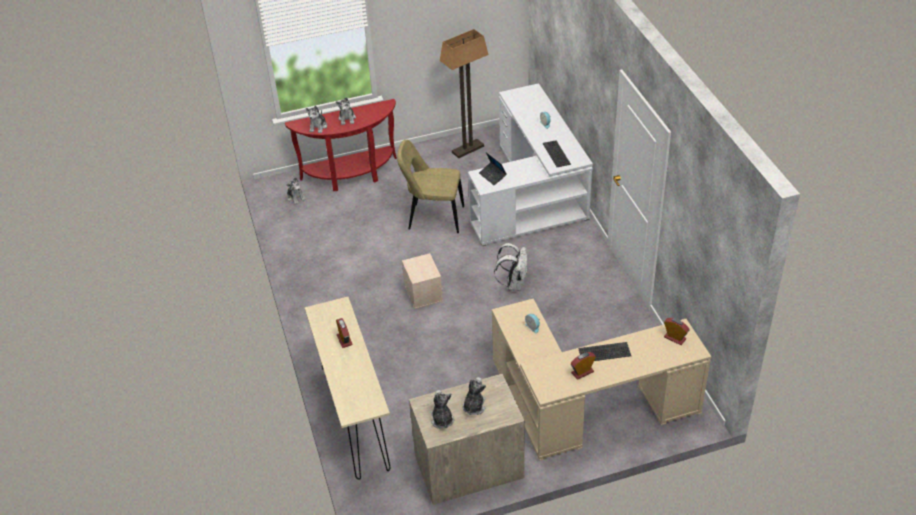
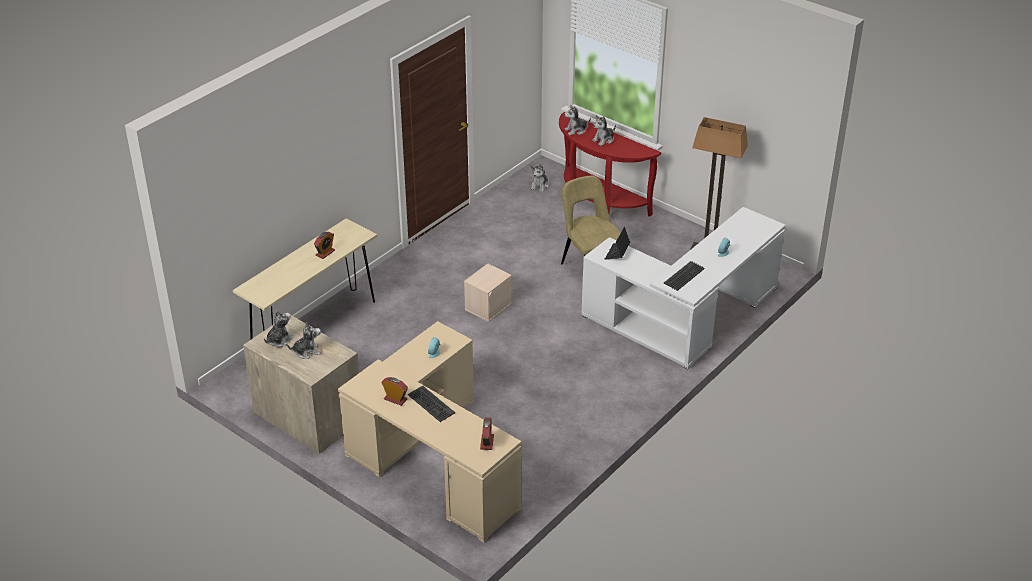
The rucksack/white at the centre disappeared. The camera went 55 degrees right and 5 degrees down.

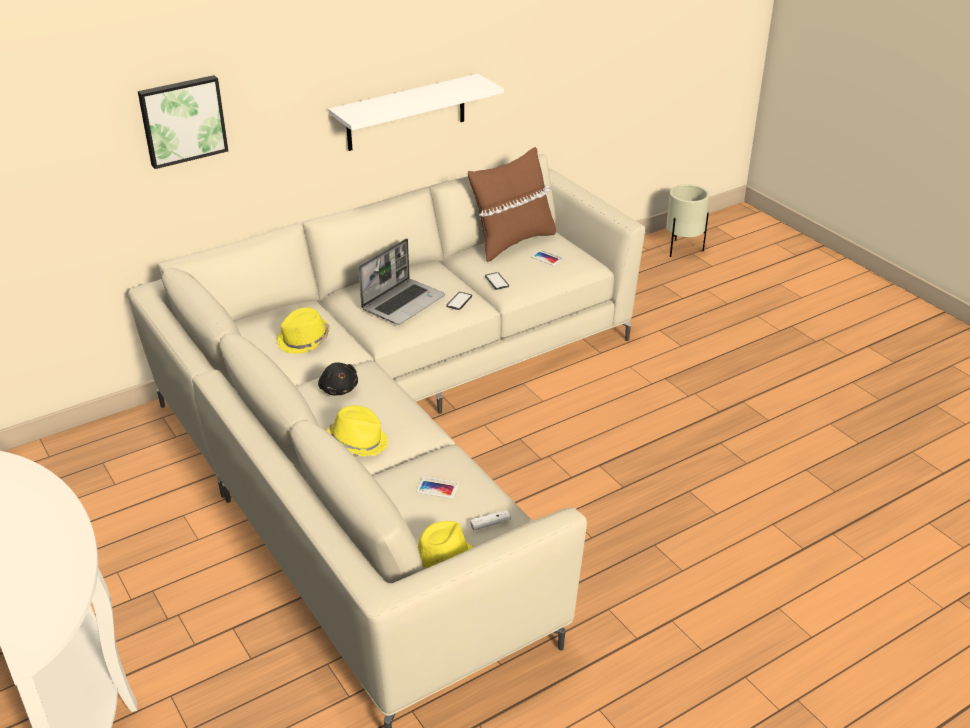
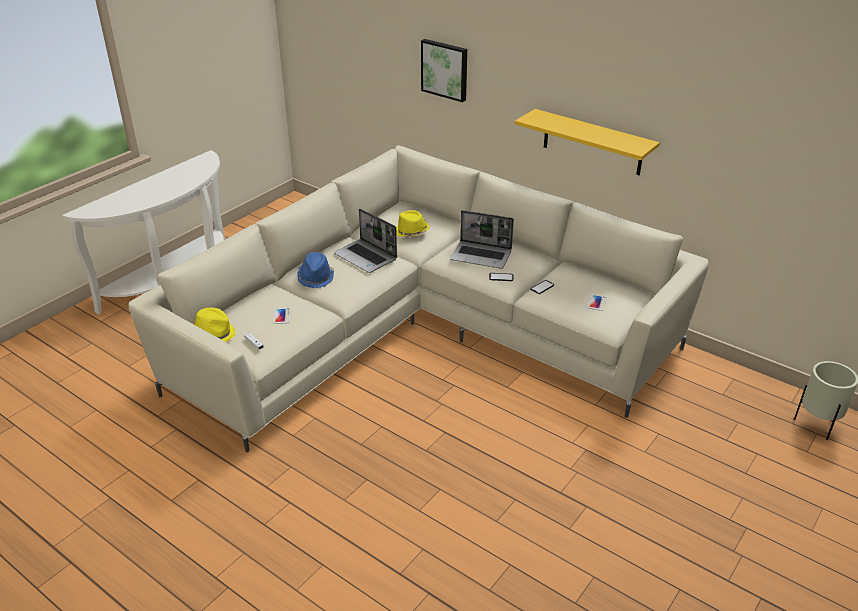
The cushion/brown-coloured at the top centre disappeared. The cuddly toy/black-coloured at the centre was replaced by the notebook computer (1st from left) at the centre. The hat/yellow-coloured (2nd from left) at the centre became the hat/blue-coloured at the centre. The bracket shelf/white at the top centre became the bracket shelf/yellow-coloured at the top right. The camera went 70 degrees right and 0 degrees up.

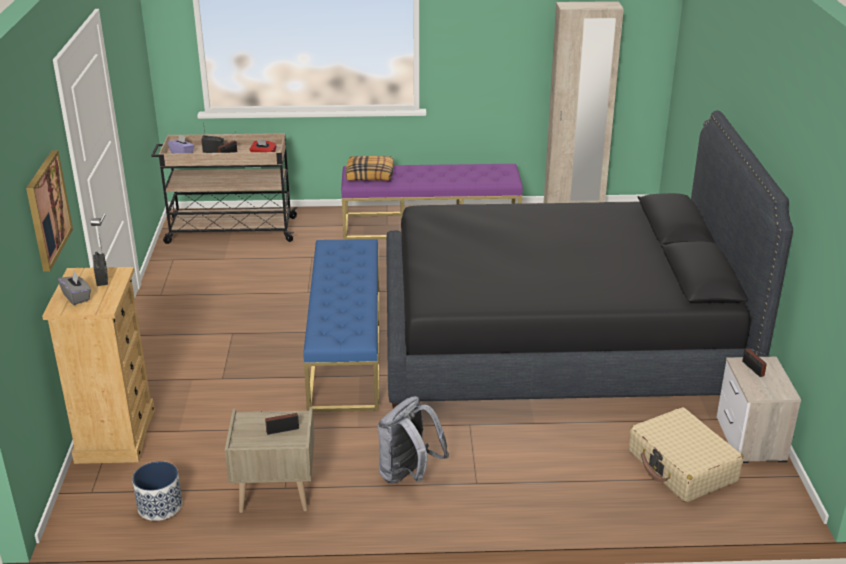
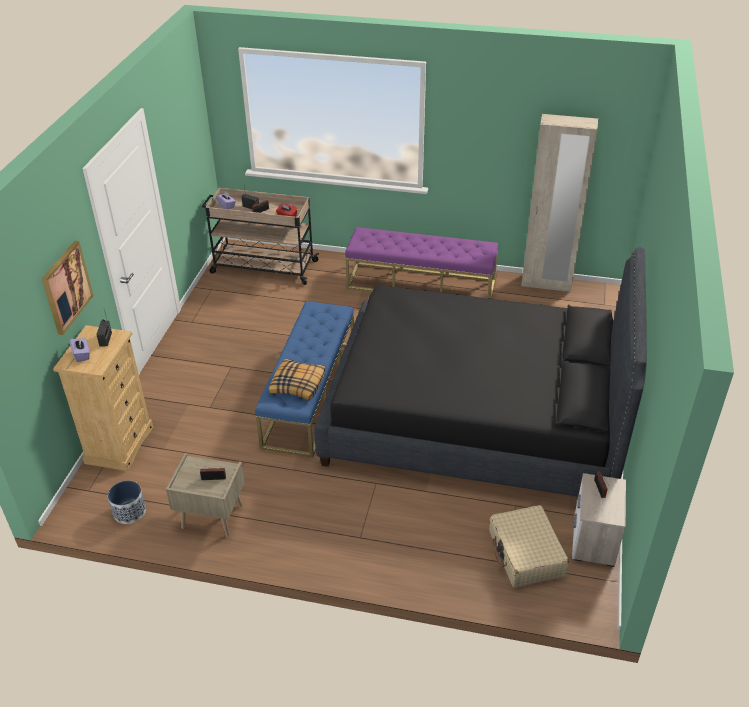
The rucksack/grey at the bottom centre disappeared. The cushion moved from the top centre to the centre. The tissue box/grey at the middle left became the tissue box/purplish (1st from left) at the middle left. The camera went 15 degrees right and 10 degrees up.

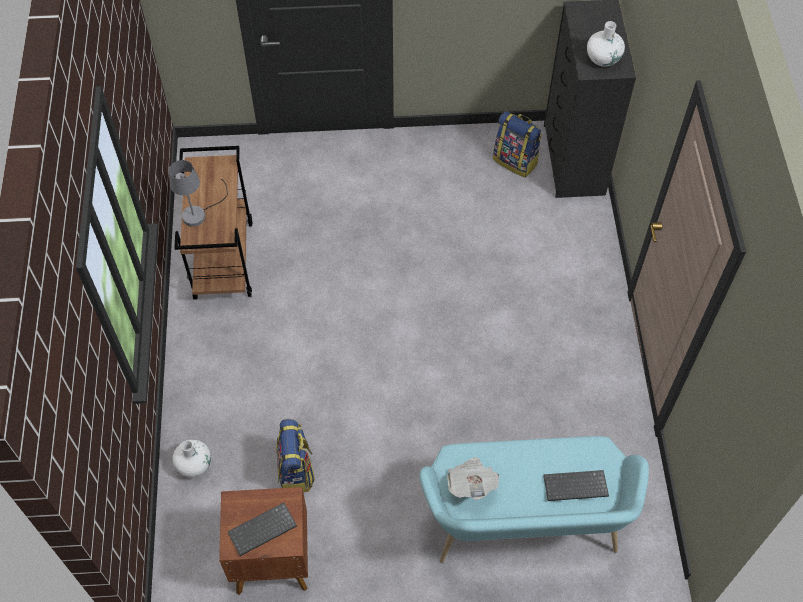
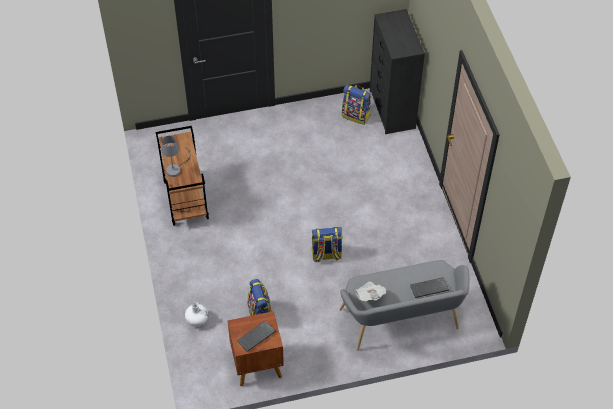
The decorative vase/white (2nd from left) at the top right disappeared. The rucksack (2nd from left) at the centre appeared. The indoor bench/turquoise-coloured at the bottom centre became the indoor bench/grey at the bottom centre. The camera went 10 degrees left and 5 degrees down.

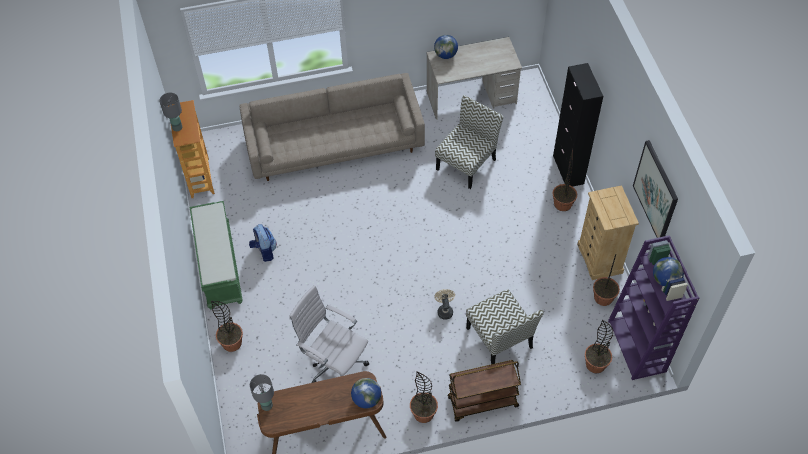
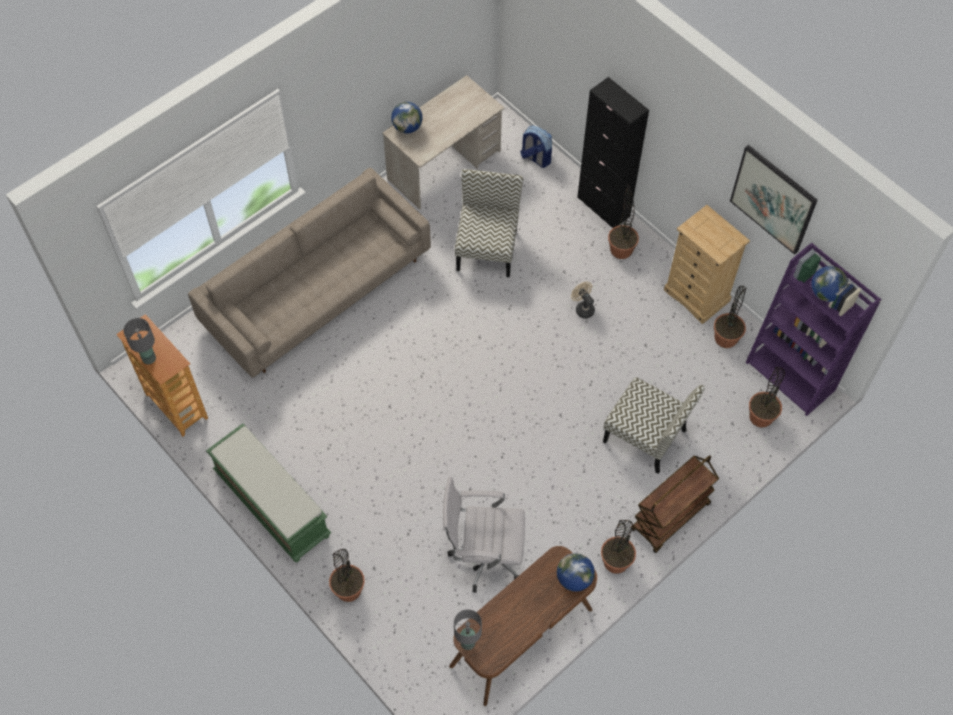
The rucksack moved from the middle left to the top centre. The fan/beige moved from the bottom centre to the centre. The camera went 30 degrees left and 5 degrees up.

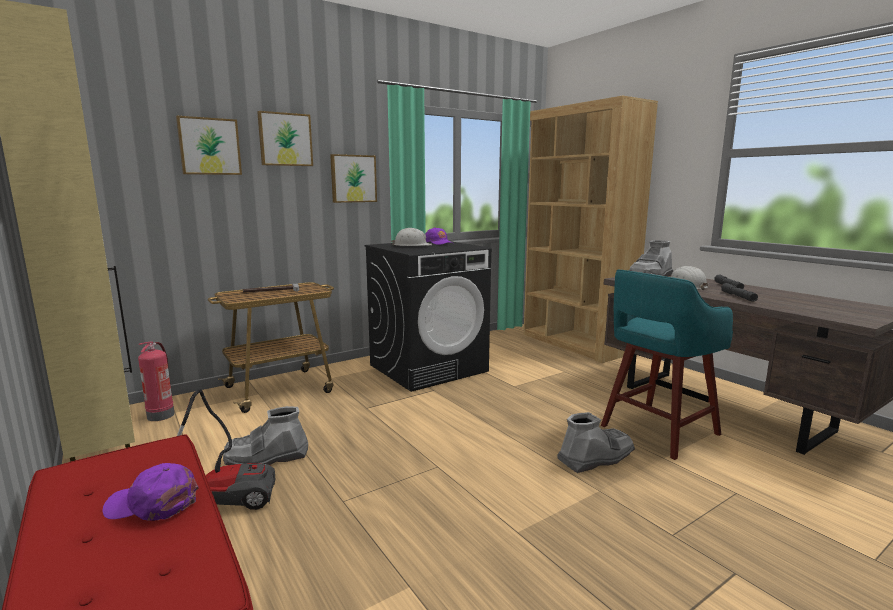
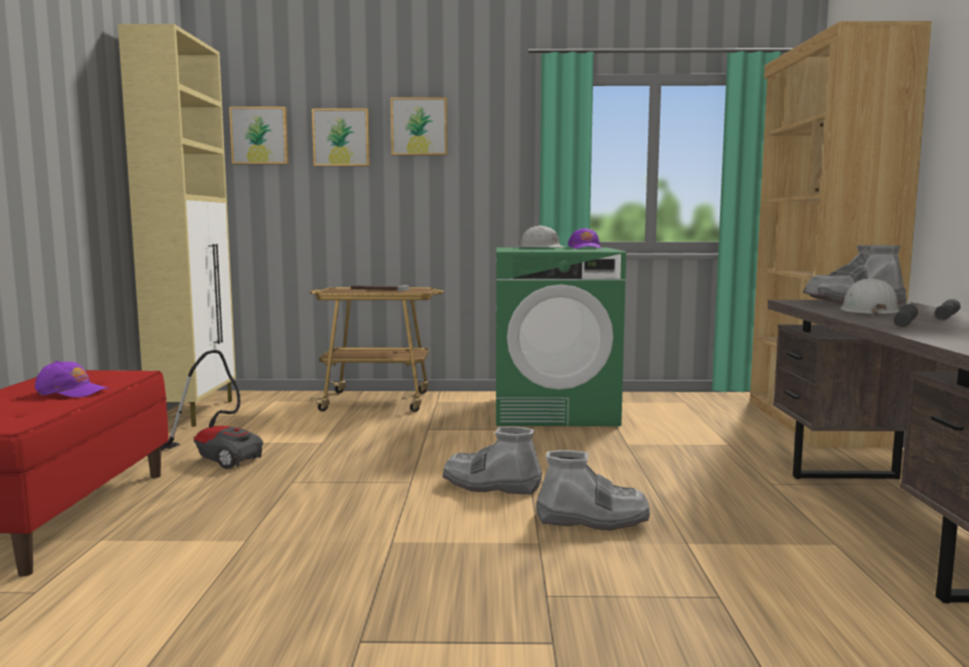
The fire-fighting cylinder at the middle left disappeared. The stool/turquoise-coloured at the middle right disappeared. The tall boot/grey (1st from left) moved from the bottom left to the bottom centre. The picture (3rd from left in the first image) moved from the top centre to the top left. The washing machine/black-coloured at the centre became the washing machine/green at the centre. The baseball cap/purplish (1st from left) at the bottom left turned 150 degrees clockwise. The camera went 35 degrees right and 5 degrees down.

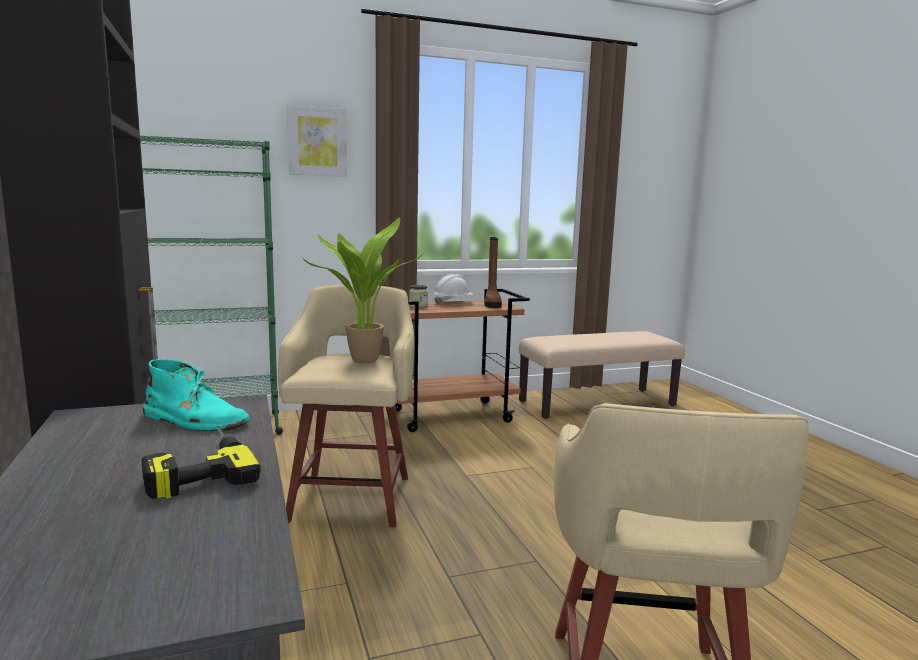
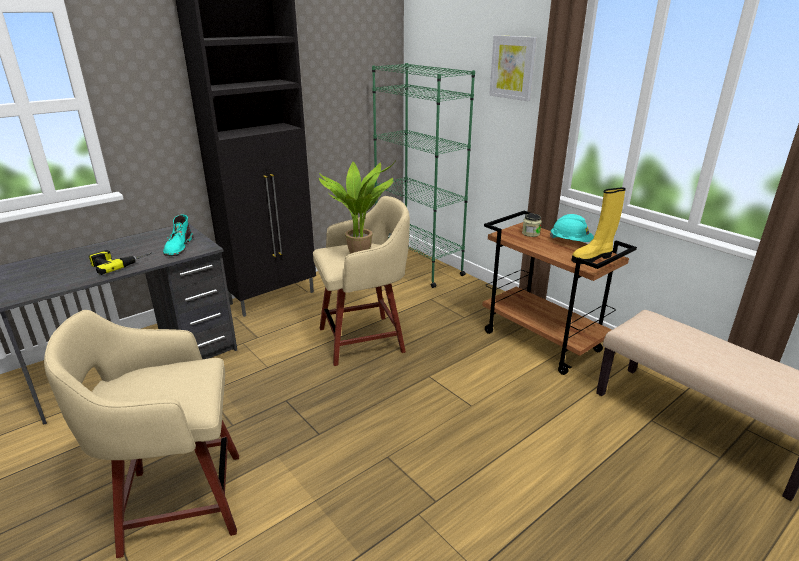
The work helmet/white at the centre became the work helmet/turquoise-coloured at the middle right. The tall boot/brown-coloured at the centre became the tall boot/yellow-coloured at the middle right. The camera went 70 degrees right and 15 degrees up.

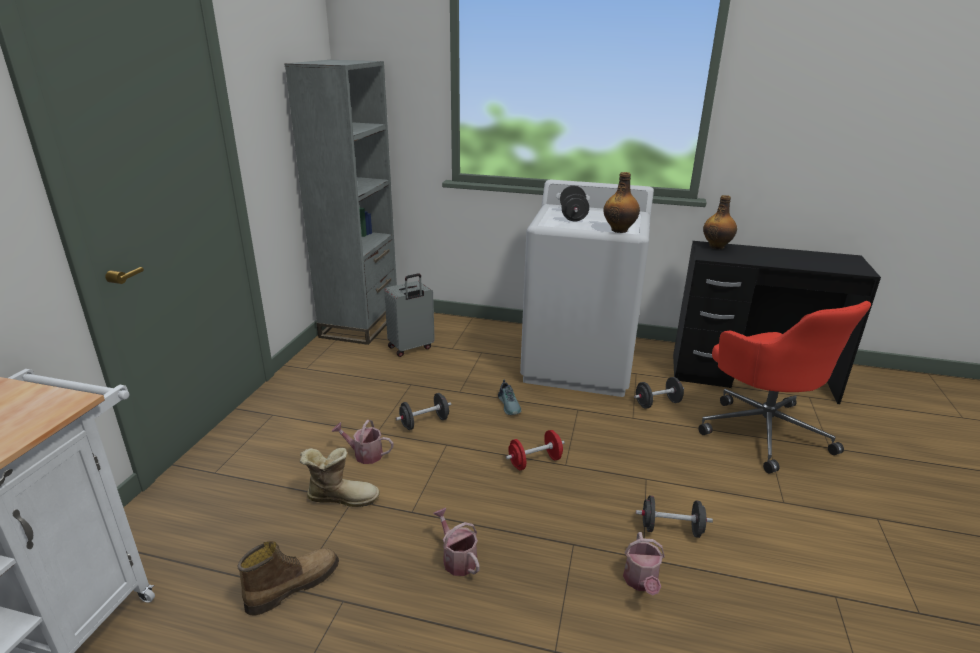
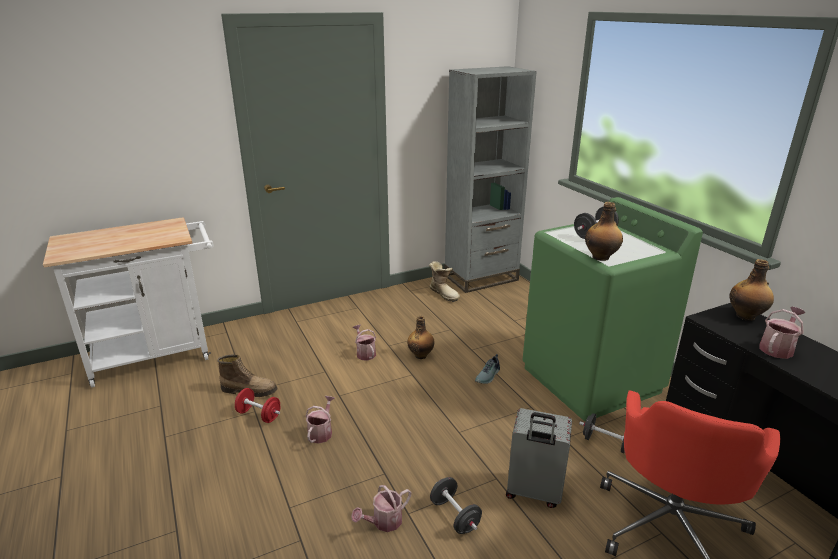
The sprinkling can (4th from left) at the middle right appeared. The tall boot (2nd from left) moved from the bottom centre to the centre. The piece of luggage/grey moved from the centre to the bottom centre. The free weight/red moved from the bottom centre to the bottom left. The free weight/black-coloured (1st from left) at the centre was replaced by the drink bottle (1st from left) at the centre. The washing machine/white at the centre became the washing machine/green at the middle right. The camera went 50 degrees right and 0 degrees up.

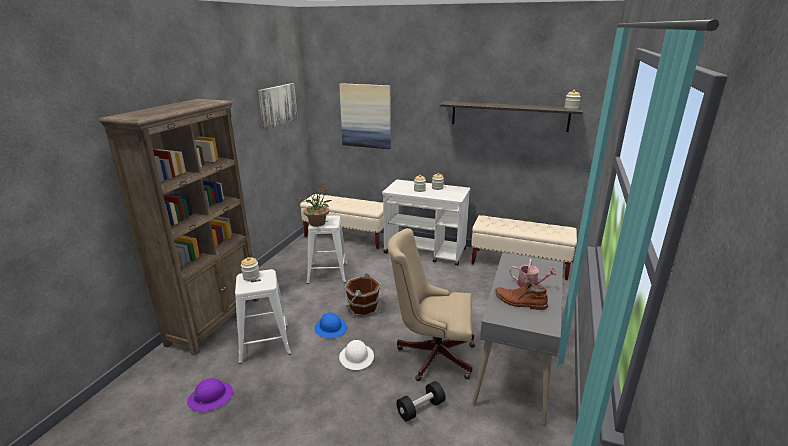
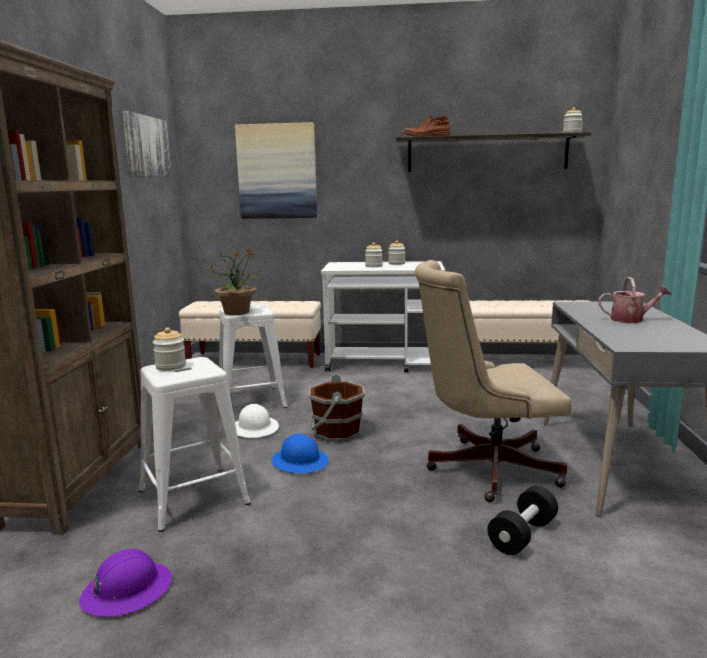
The work helmet/white moved from the bottom centre to the centre. The tall boot/brown-coloured moved from the centre to the top centre. The camera went 15 degrees left and 10 degrees down.

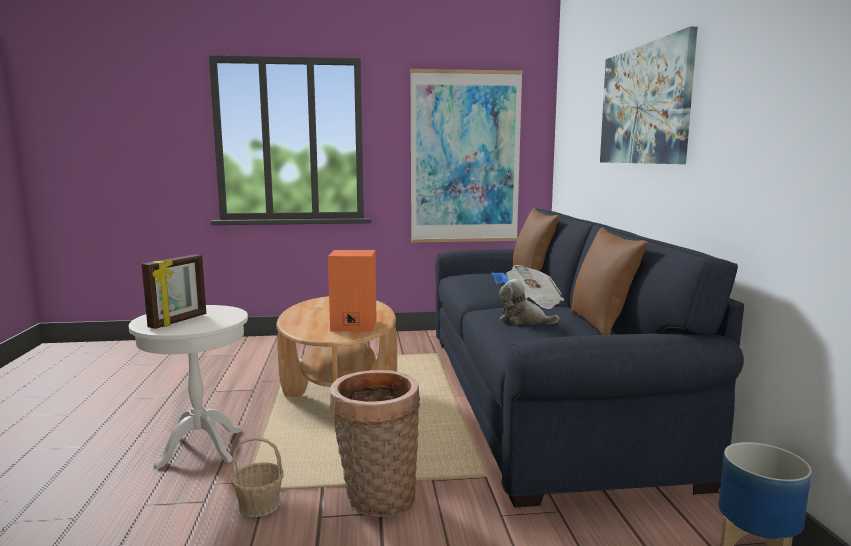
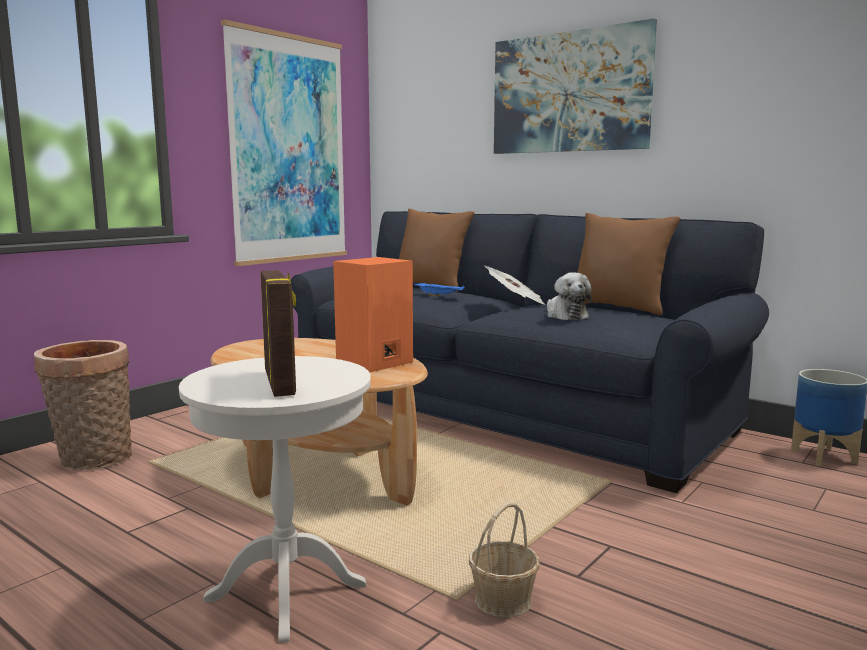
The household basket (2nd from left in the first image) moved from the bottom centre to the middle left. The cuddly toy at the centre turned 90 degrees counterclockwise. The camera went 45 degrees left and 0 degrees up.

